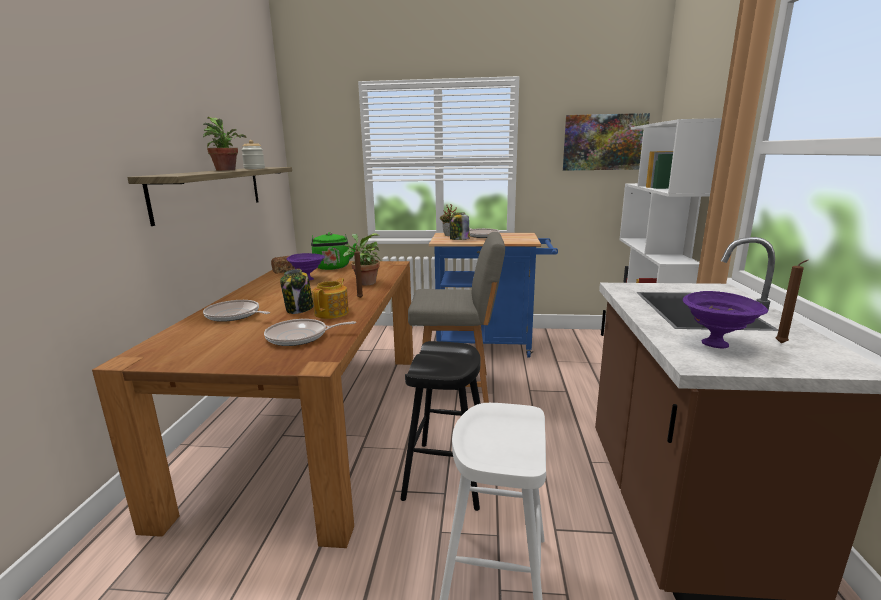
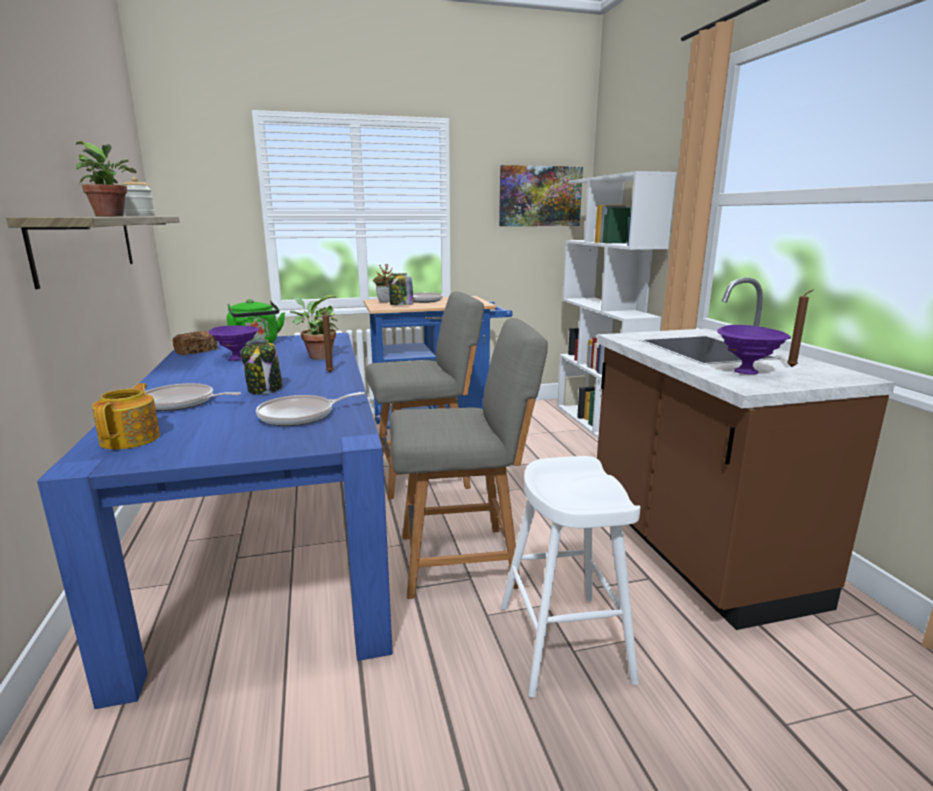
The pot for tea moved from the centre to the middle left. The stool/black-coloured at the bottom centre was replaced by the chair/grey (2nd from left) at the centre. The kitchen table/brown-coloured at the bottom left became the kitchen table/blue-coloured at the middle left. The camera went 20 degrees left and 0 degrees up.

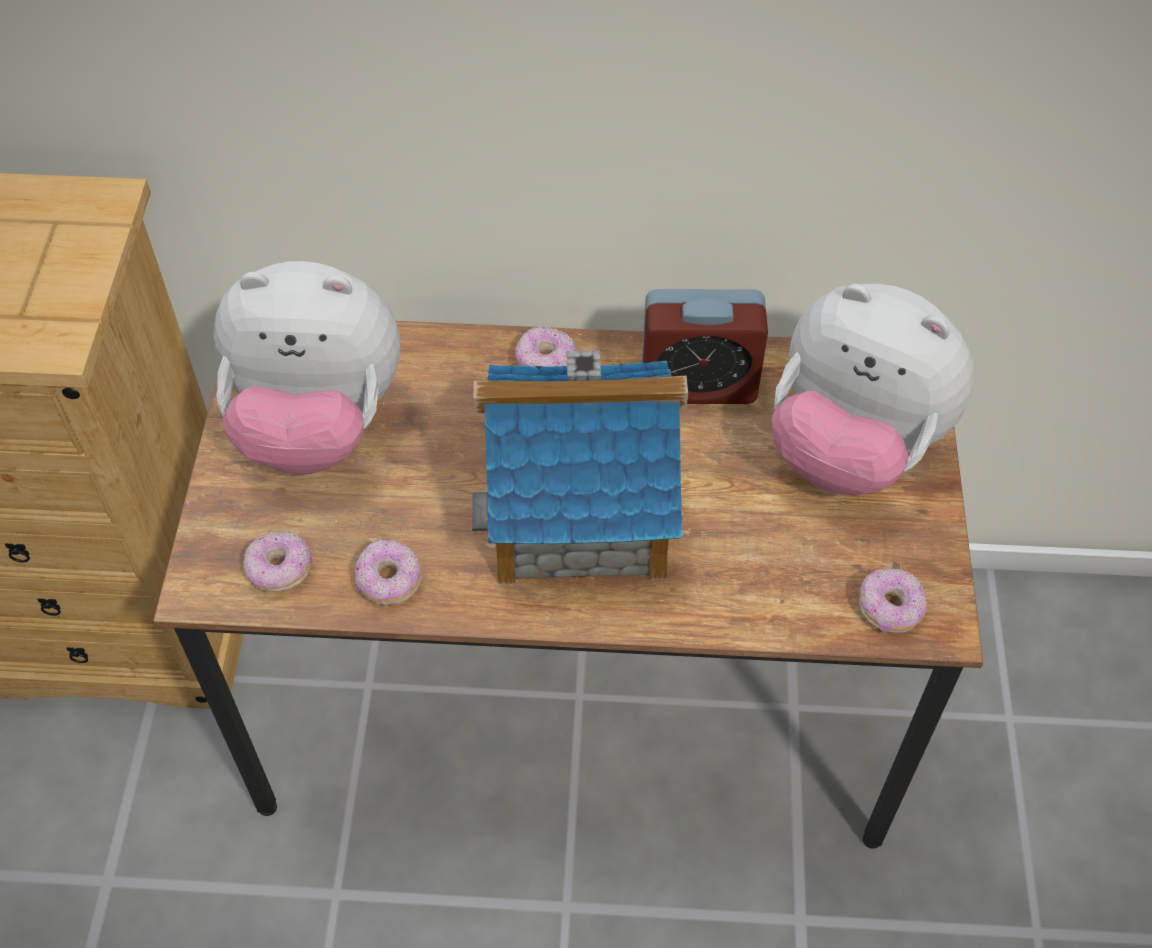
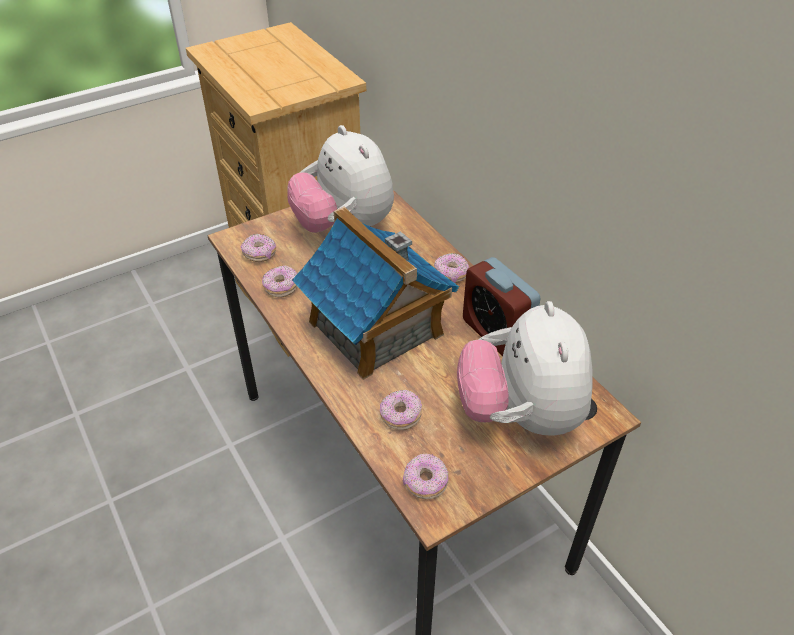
The ring doughnut (3rd from left) at the centre appeared. The camera went 55 degrees right and 10 degrees down.

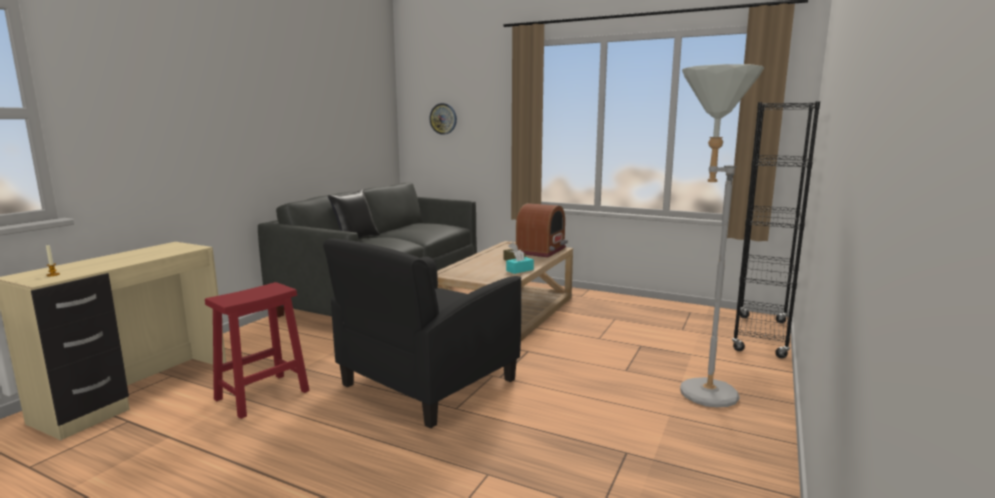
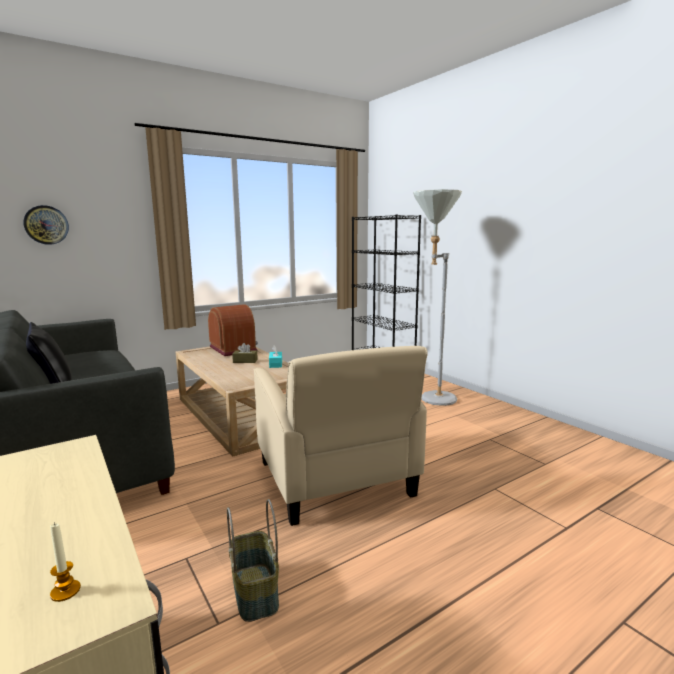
The stool/red at the bottom left was replaced by the household basket at the bottom centre. The easy chair/black-coloured at the bottom centre became the easy chair/beige at the centre. The camera went 60 degrees left and 0 degrees up.

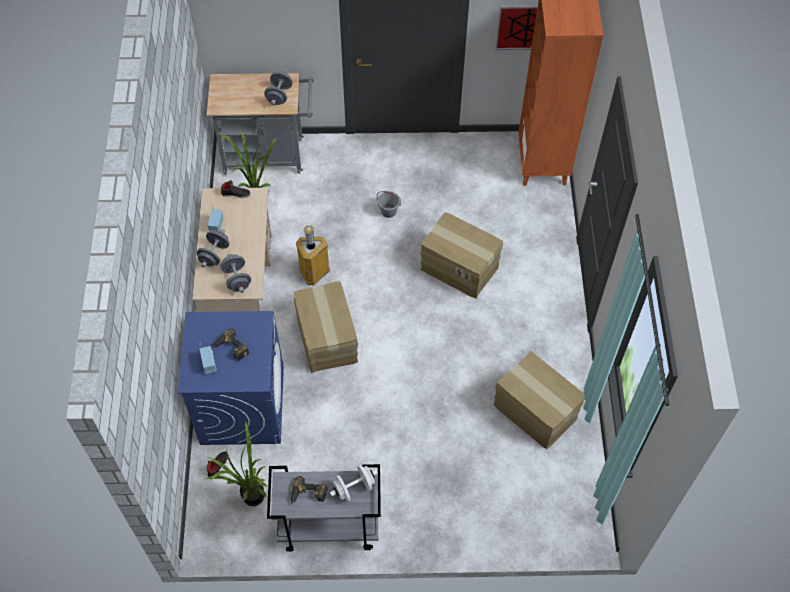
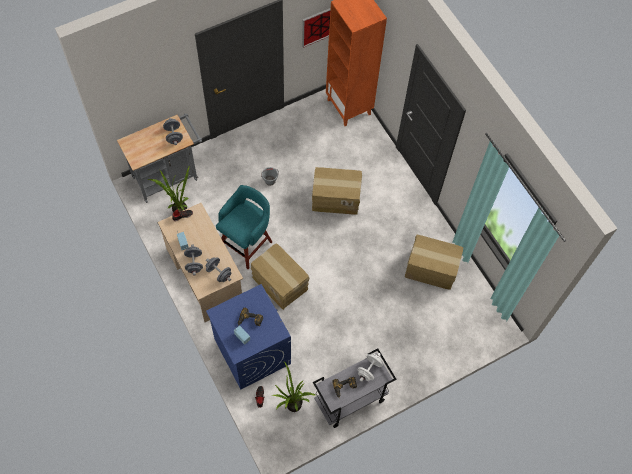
The rubbish bin at the centre was replaced by the stool/turquoise-coloured at the centre. The camera went 30 degrees left and 5 degrees up.

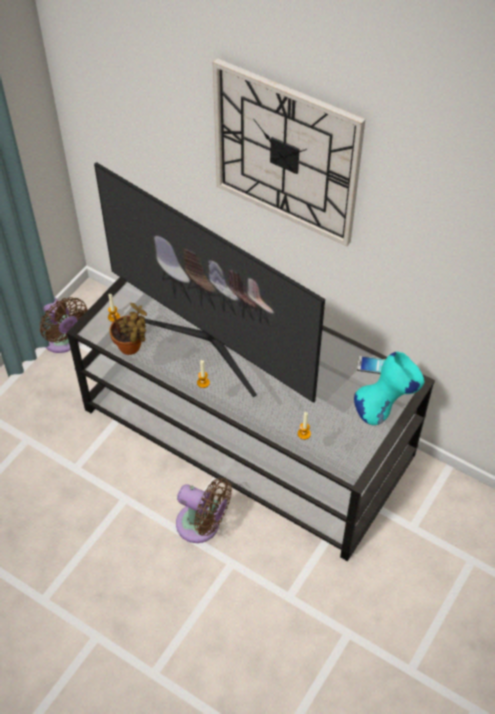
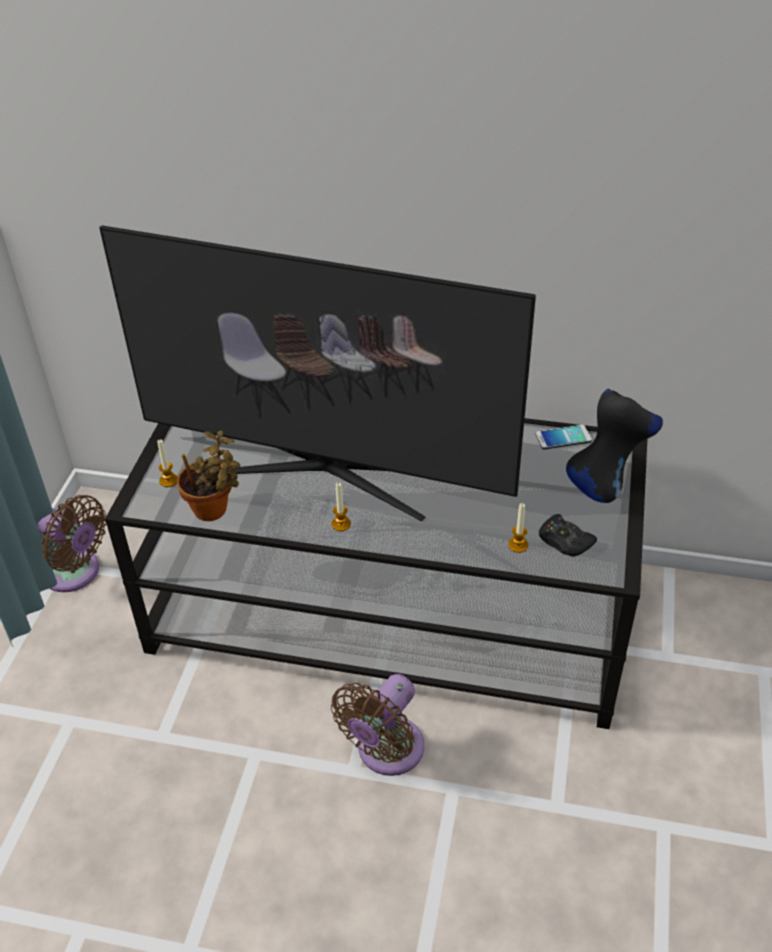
The hanging clock at the top centre disappeared. The joypad/black-coloured at the middle right appeared. The decorative vase/turquoise-coloured at the middle right became the decorative vase/black-coloured at the middle right. The fan/brown-coloured (2nd from left) at the bottom centre turned 120 degrees clockwise. The camera went 20 degrees left and 10 degrees down.

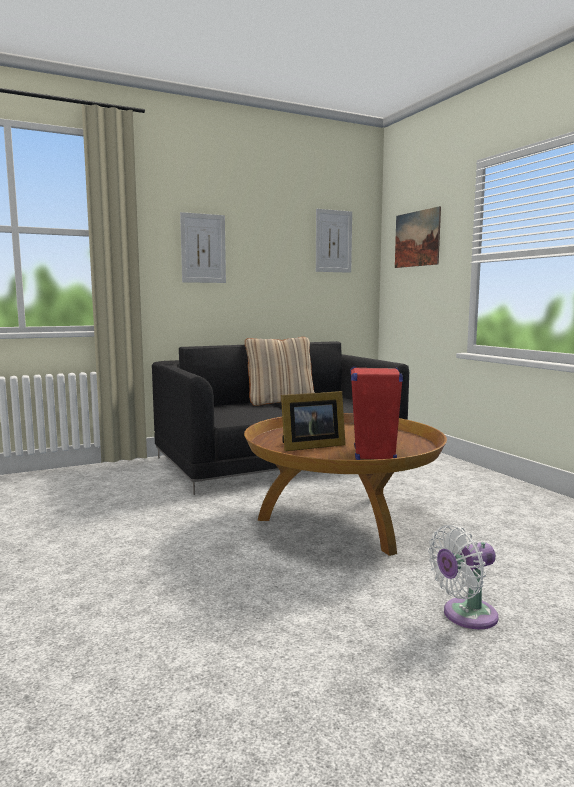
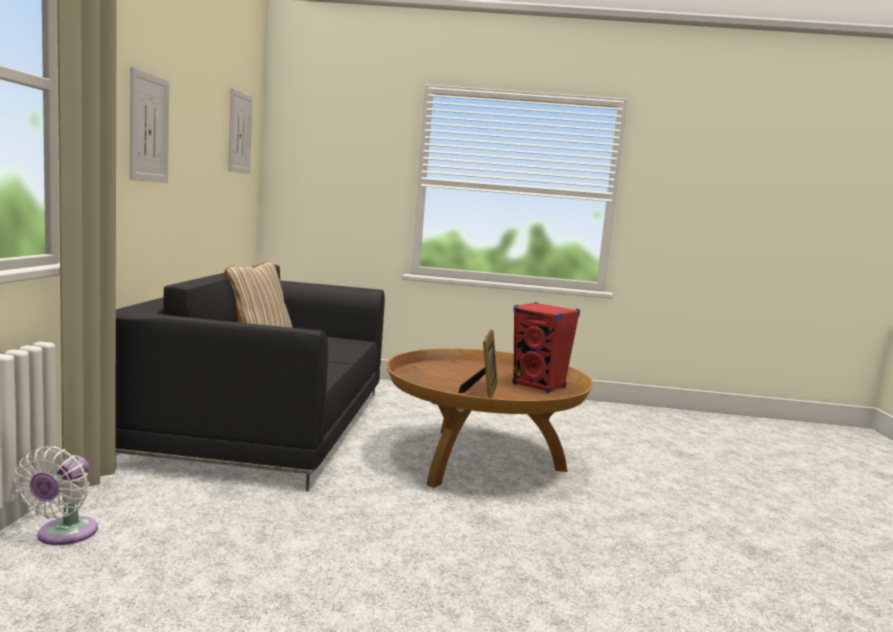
The picture (3rd from left) at the top right disappeared. The fan/white moved from the bottom right to the bottom left. The camera went 60 degrees left and 0 degrees up.

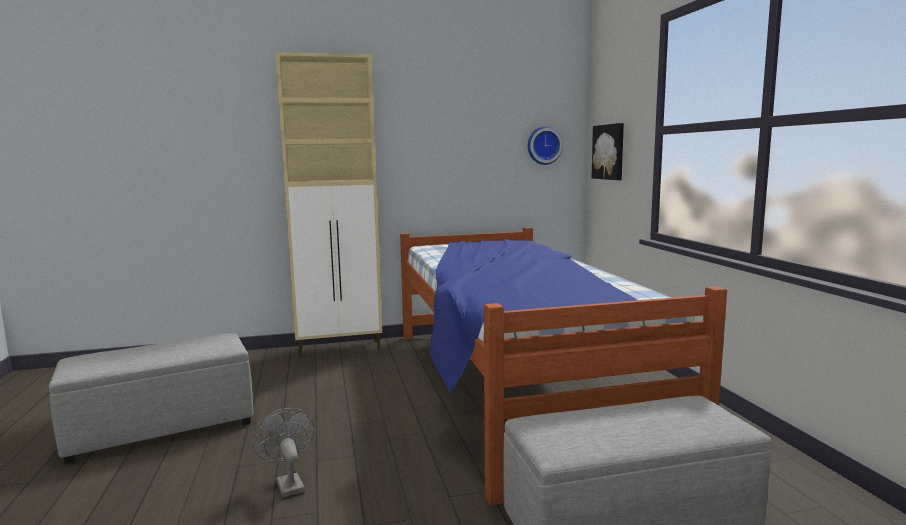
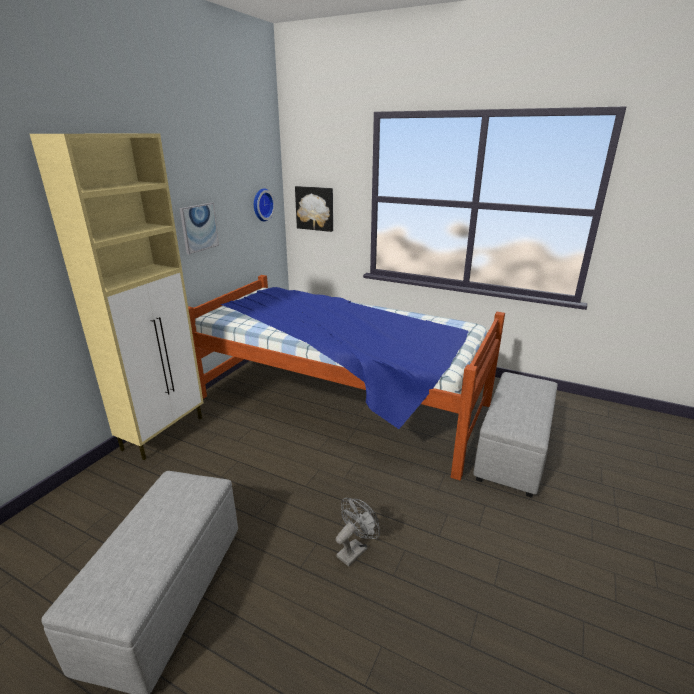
The picture (1st from left) at the top left appeared. The fan/grey at the bottom left turned 120 degrees clockwise. The camera went 50 degrees left and 15 degrees up.

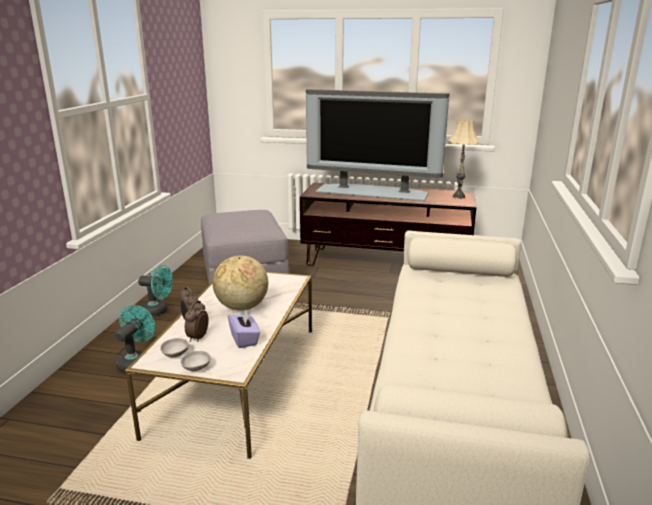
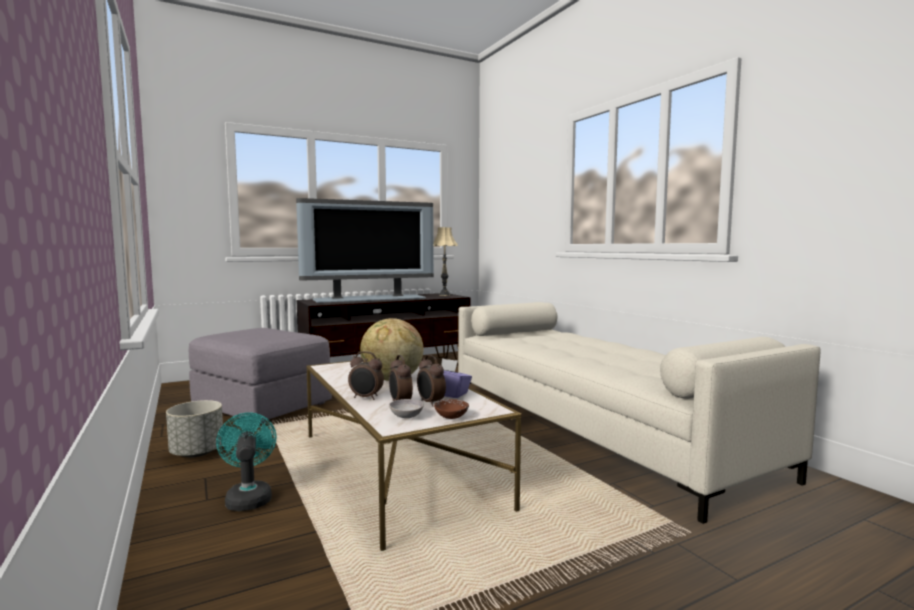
The bedside clock (3rd from left) at the centre appeared. The fan/turquoise-coloured (2nd from left) at the middle left was replaced by the flower pot/grey at the bottom left. The bowl/grey (2nd from left) at the bottom left became the bowl/brown-coloured at the bottom centre. The camera went 40 degrees left and 15 degrees down.

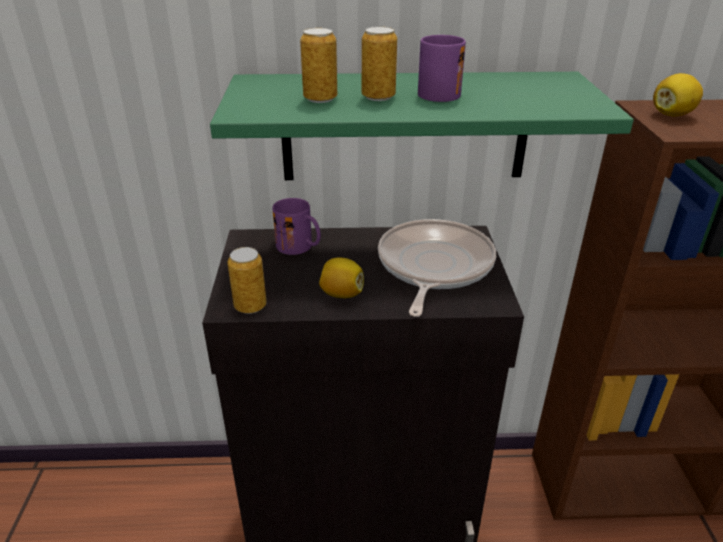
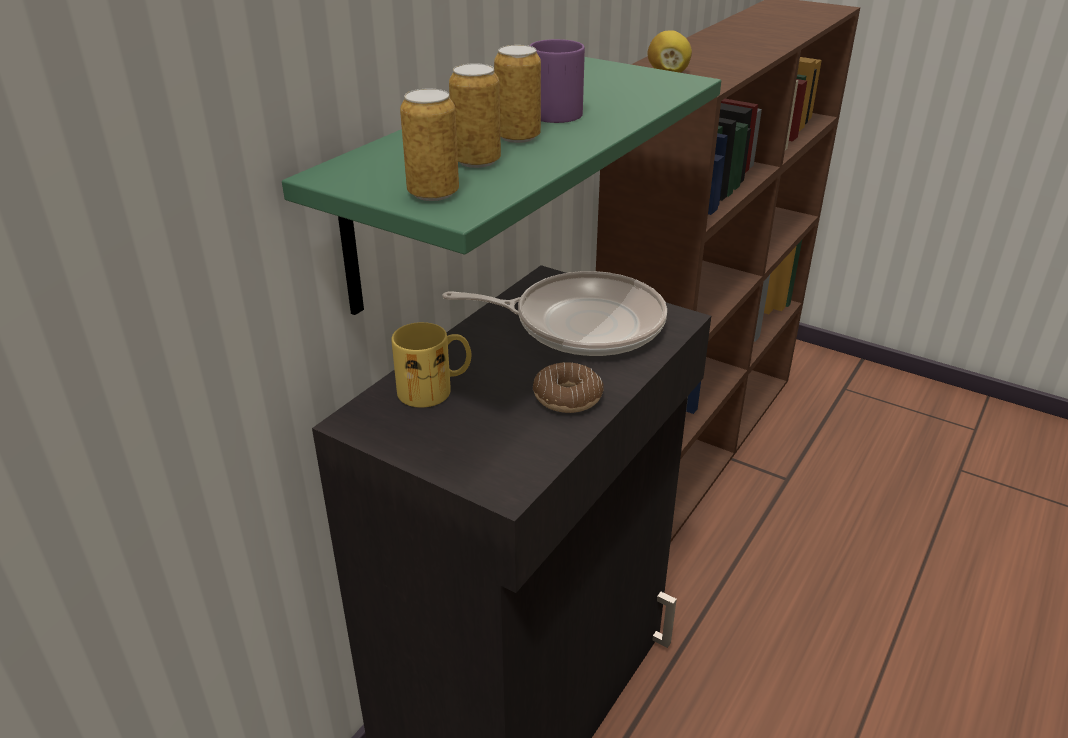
The metal can (1st from left) moved from the centre to the top centre. The whole lemon (1st from left) at the centre was replaced by the ring doughnut at the centre. The tea mug/purplish (1st from left) at the centre became the tea mug/yellow-coloured at the centre. The skillet at the centre turned 135 degrees clockwise. The camera went 55 degrees left and 0 degrees up.

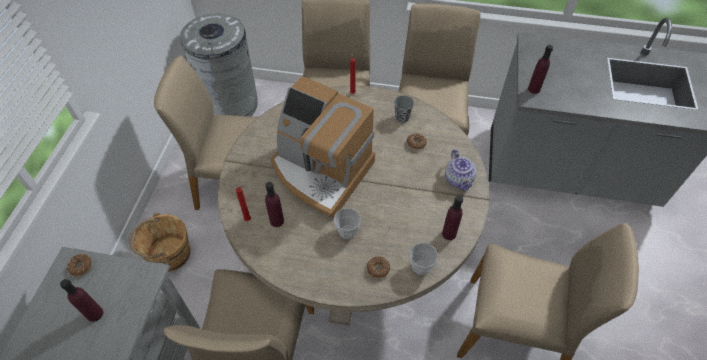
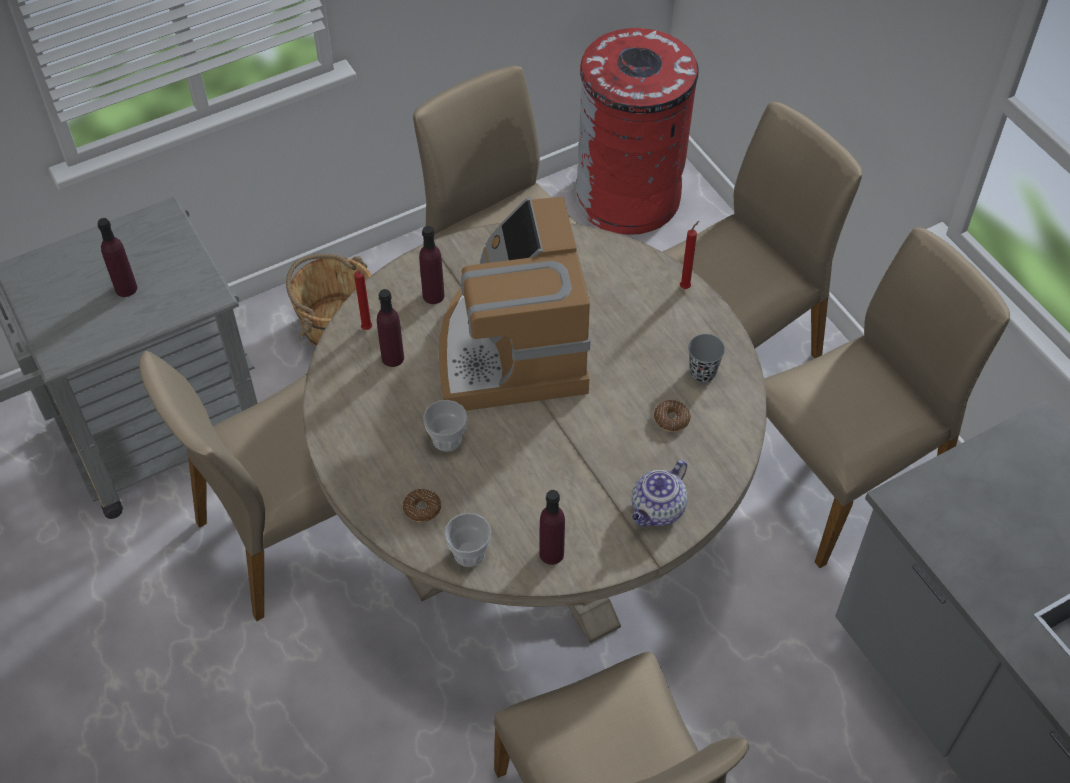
The ring doughnut (1st from left) at the bottom left disappeared. The drink bottle/purplish (4th from left in the first image) moved from the top right to the centre. The rubbish bin/grey at the top left became the rubbish bin/red at the top centre. The camera went 50 degrees right and 0 degrees up.

